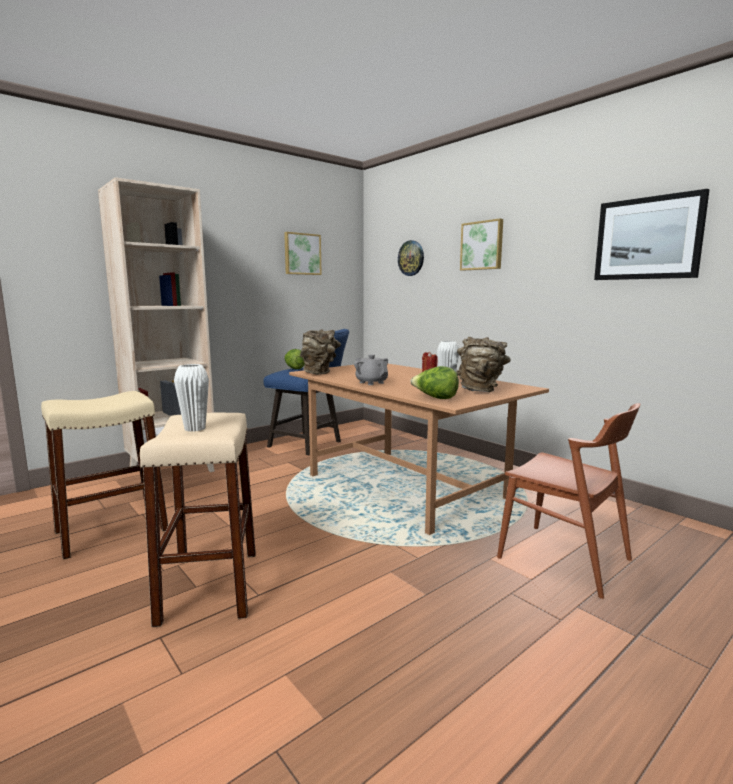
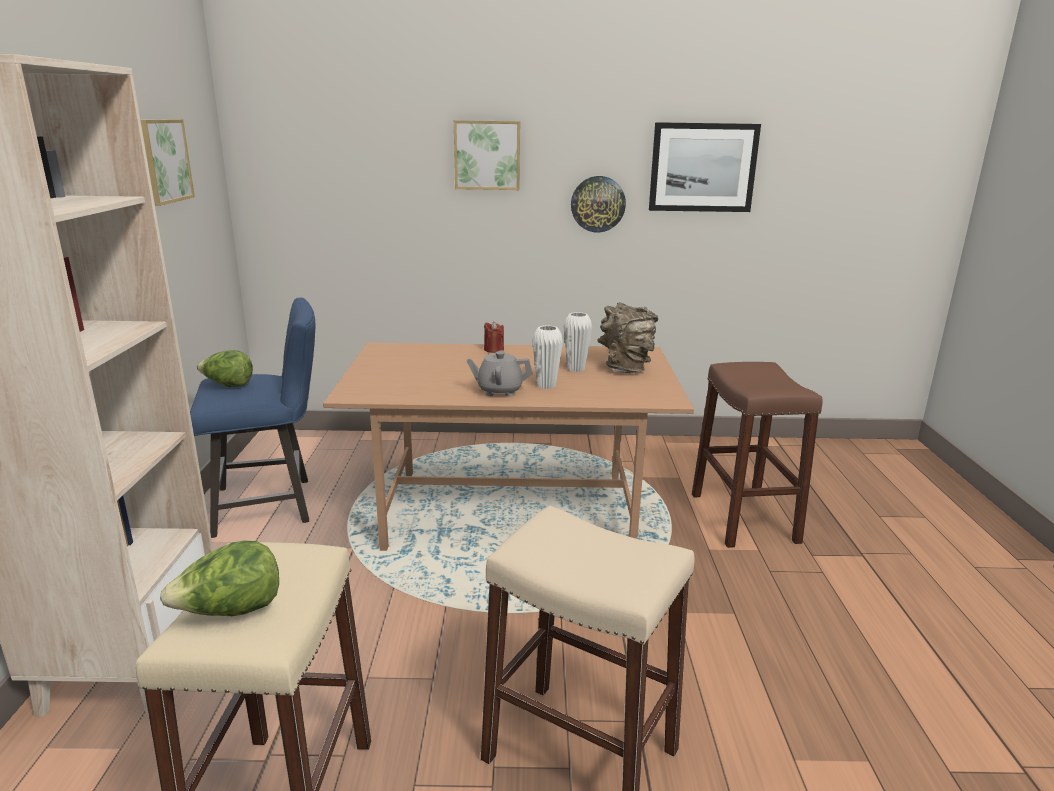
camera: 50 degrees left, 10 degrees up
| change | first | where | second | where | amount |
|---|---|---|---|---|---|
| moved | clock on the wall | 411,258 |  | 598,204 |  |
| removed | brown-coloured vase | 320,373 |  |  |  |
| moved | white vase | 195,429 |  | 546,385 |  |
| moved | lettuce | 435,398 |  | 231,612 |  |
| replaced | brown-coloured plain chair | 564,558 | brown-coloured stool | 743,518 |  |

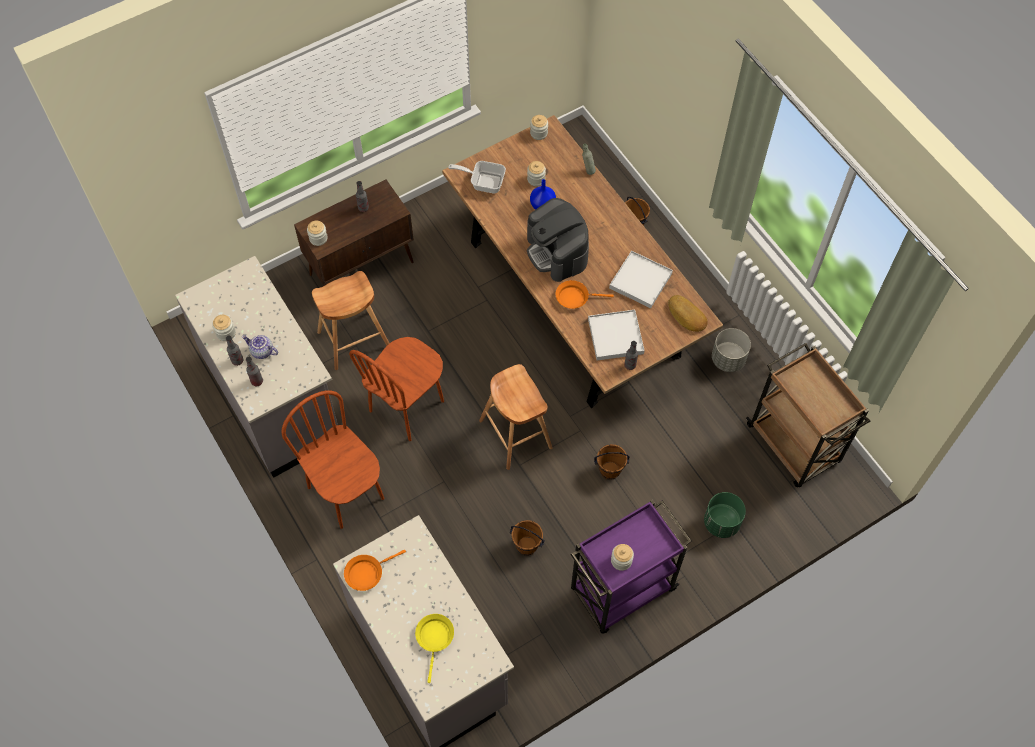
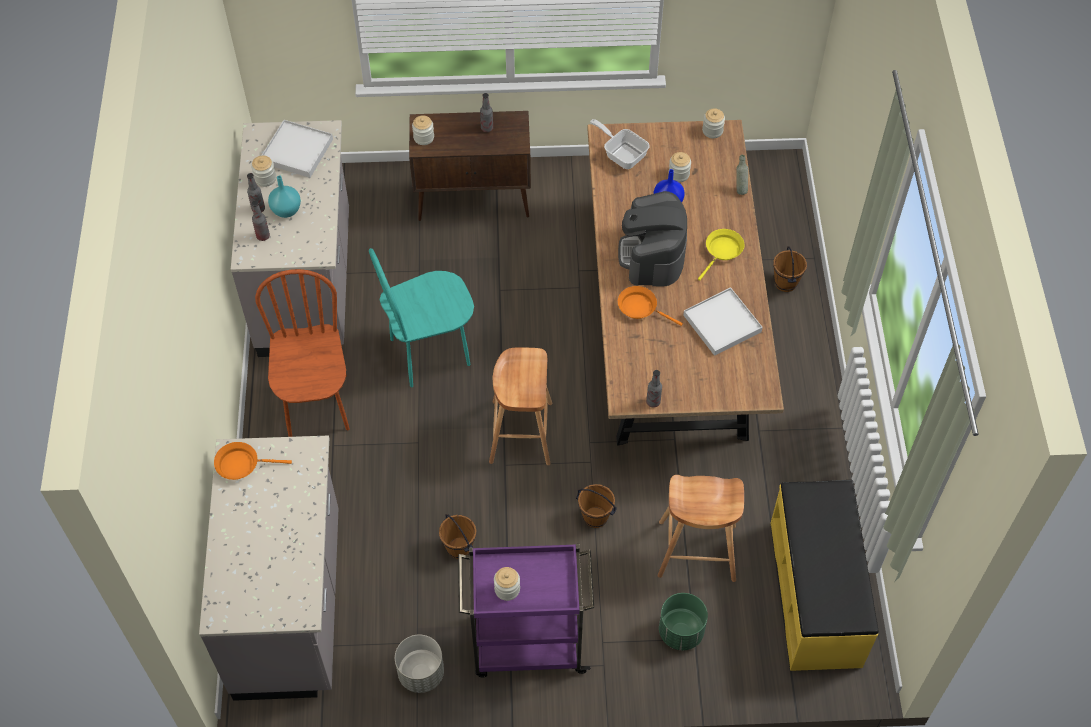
camera: 30 degrees right, 5 degrees down
| change | first | where | second | where | amount |
|---|---|---|---|---|---|
| moved | brown-coloured stool | 354,339 |  | 697,551 |  |
| removed | bakery bread | 686,316 |  |  |  |
| moved | white tray | 615,336 |  | 297,151 |  |
| moved | greyish planter | 728,359 |  | 421,673 |  |
| replaced | teapot | 261,351 | turquoise-coloured vase | 286,211 |  |
| recoloured | brown-coloured plain chair | 407,406 | turquoise-coloured plain chair | 430,352 |  |
| replaced | brown-coloured wheeled cart | 794,445 | yellow bench | 816,593 |  |
| moved | yellow pan | 435,639 |  | 722,251 |  |

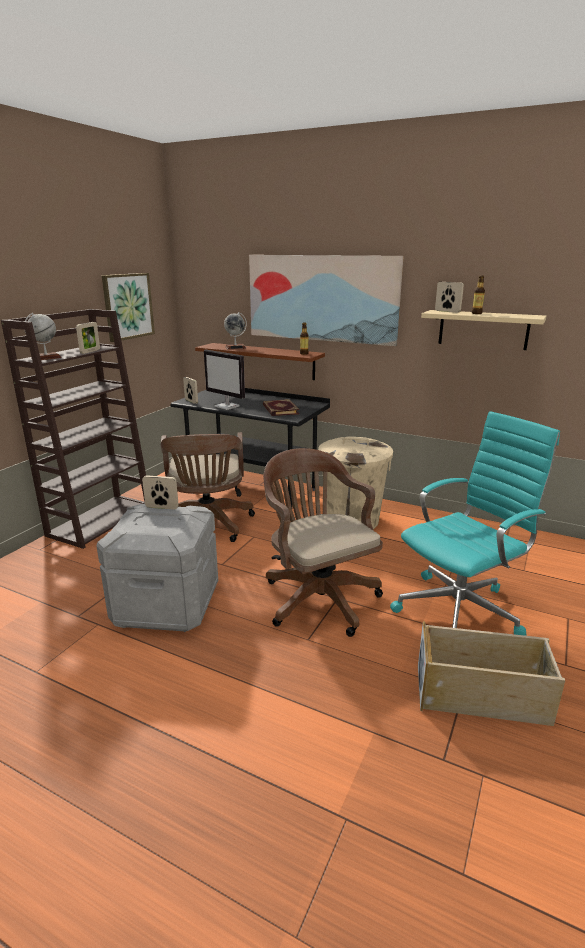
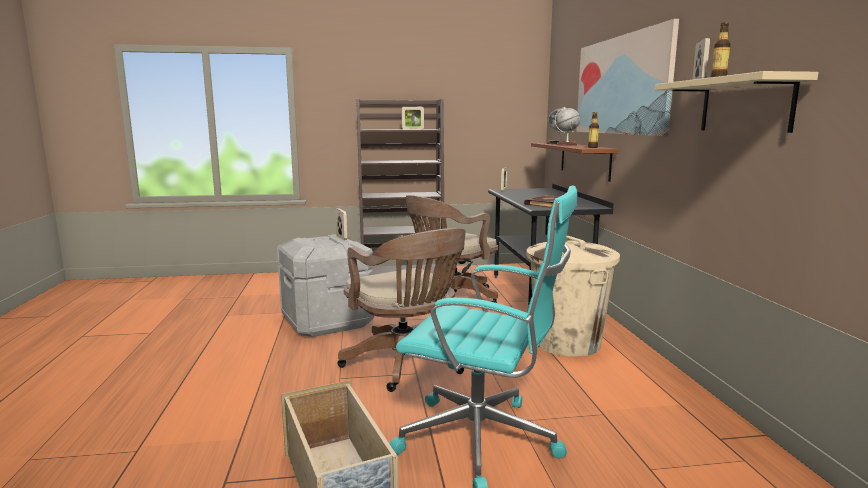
camera: 55 degrees right, 10 degrees down
| change | first | where | second | where | amount |
|---|---|---|---|---|---|
| removed | picture | 128,306 |  |  |  |
| moved | globe | 46,358 |  | 566,145 |  |
| removed | monitor | 227,406 |  |  |  |
| turned | brown-coloured desk chair | 317,596 |  | 407,364 | 120 degrees clockwise |

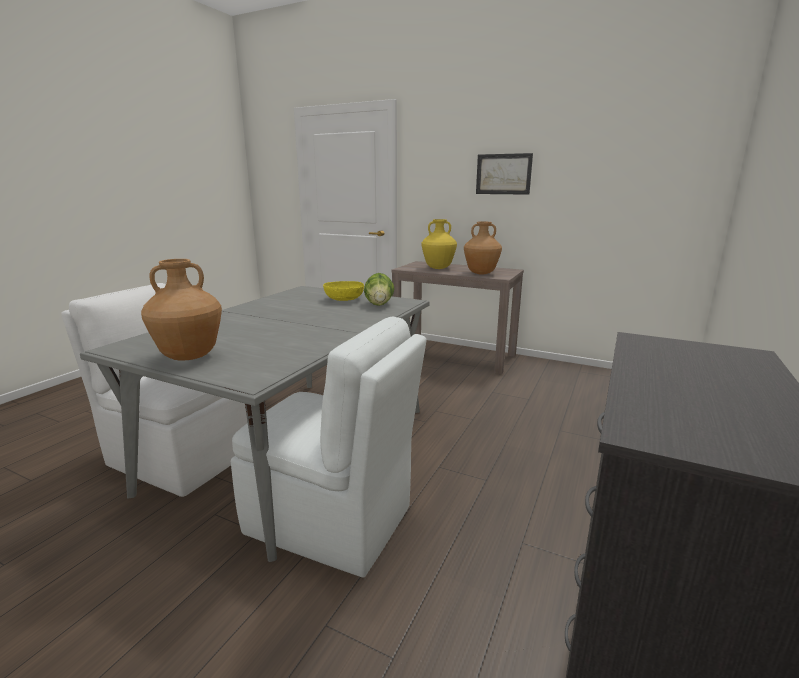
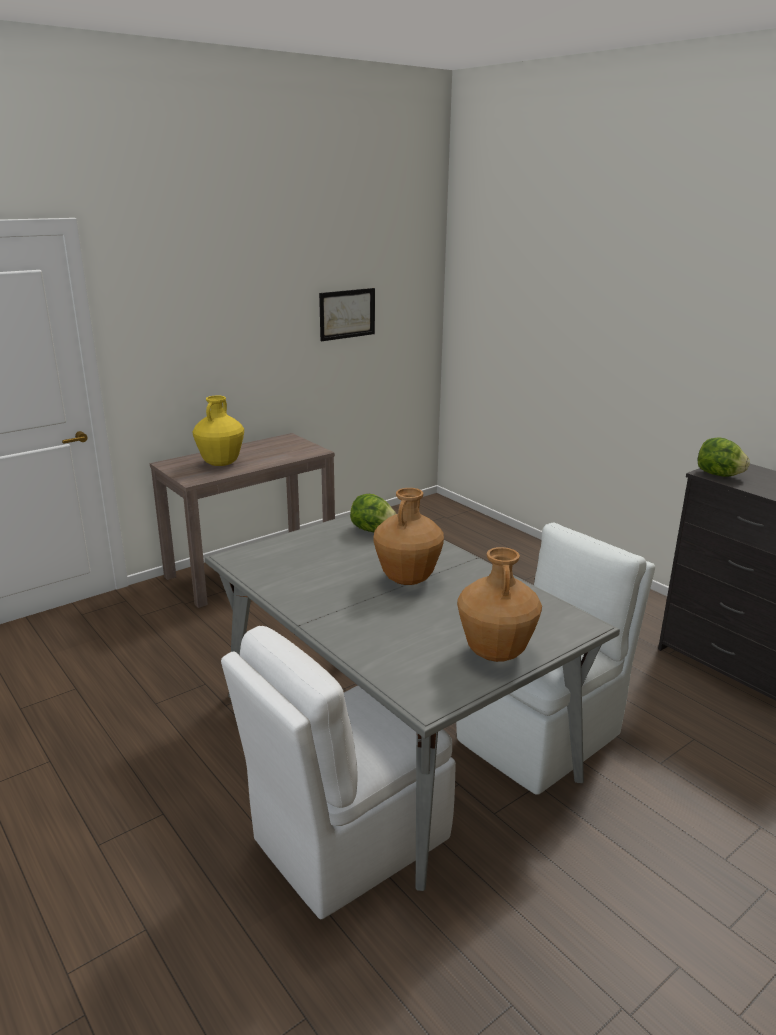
camera: 65 degrees left, 5 degrees up
| change | first | where | second | where | amount |
|---|---|---|---|---|---|
| moved | picture | 503,174 |  | 347,314 |  |
| moved | brown-coloured vase | 480,273 |  | 407,579 |  |
| removed | yellow bowl | 344,299 |  |  |  |
| added |  |  | lettuce | 719,475 |  |

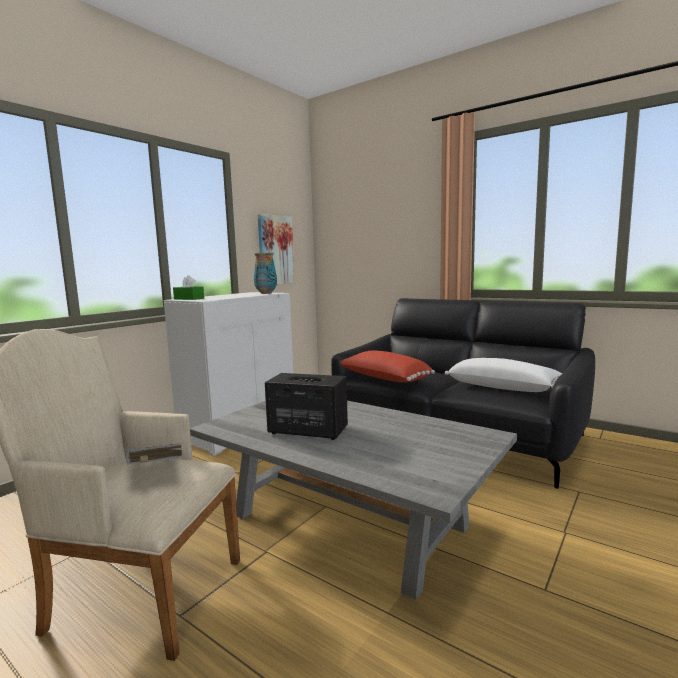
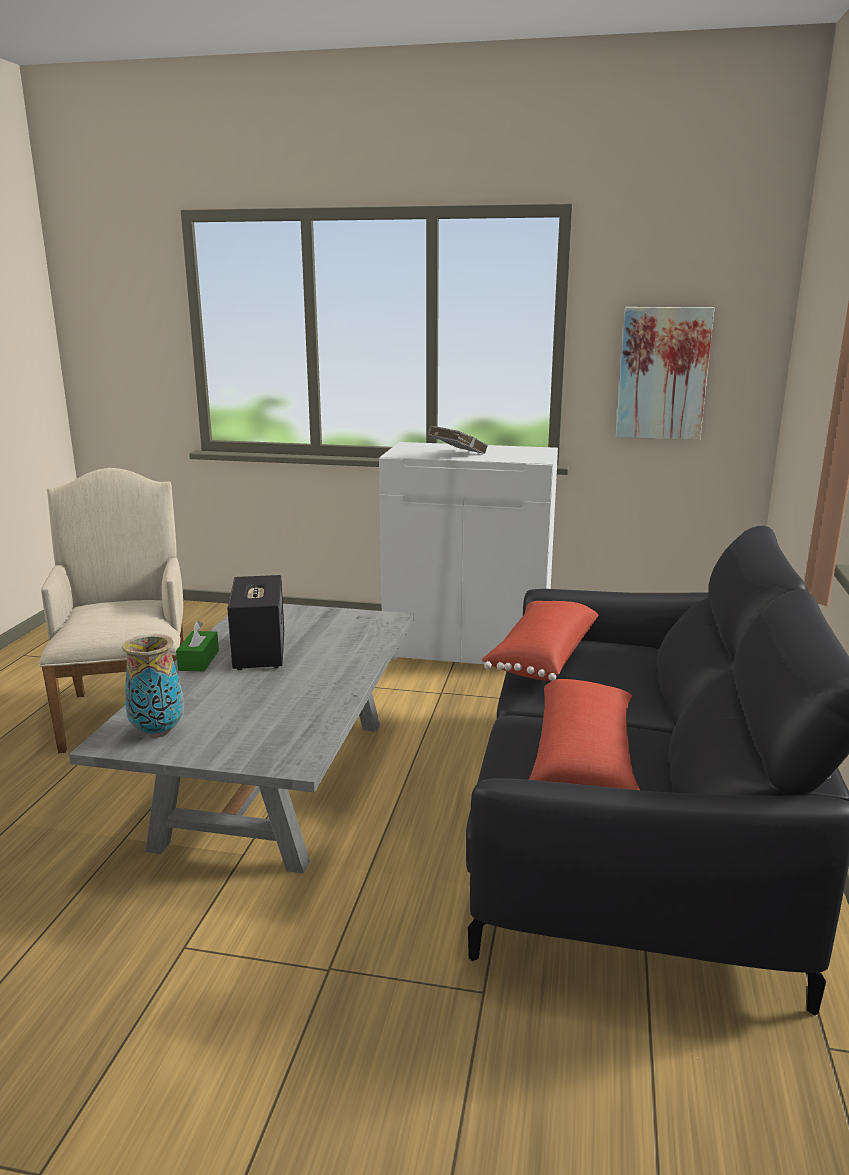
camera: 65 degrees right, 10 degrees up
| change | first | where | second | where | amount |
|---|---|---|---|---|---|
| moved | vase | 266,293 |  | 157,732 |  |
| moved | green tissue box | 189,299 |  | 199,660 |  |
| recoloured | white pillow | 503,387 | red-coloured pillow | 585,763 |  |
| moved | greyish bound book | 155,474 |  | 455,455 |  |

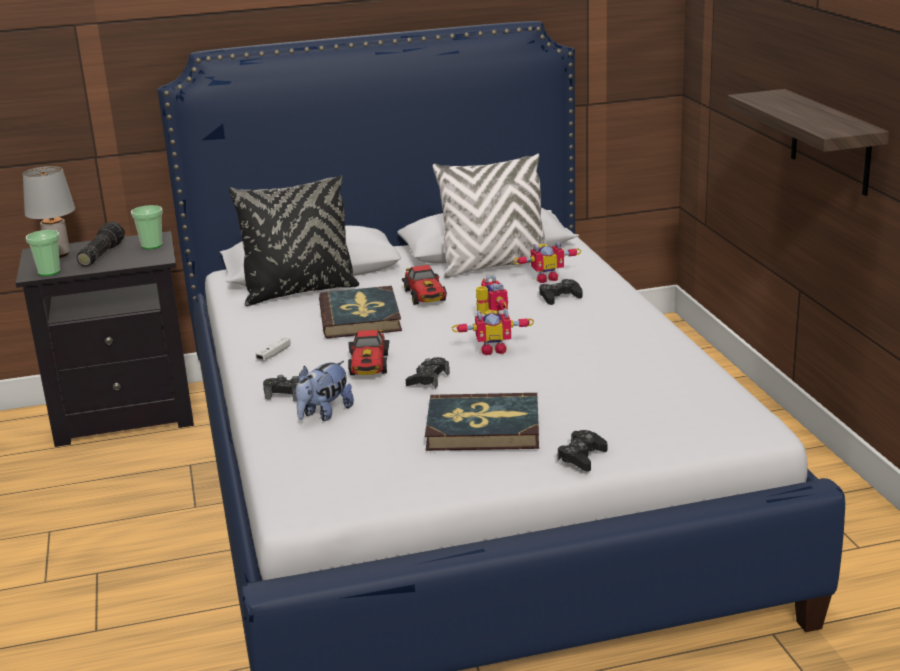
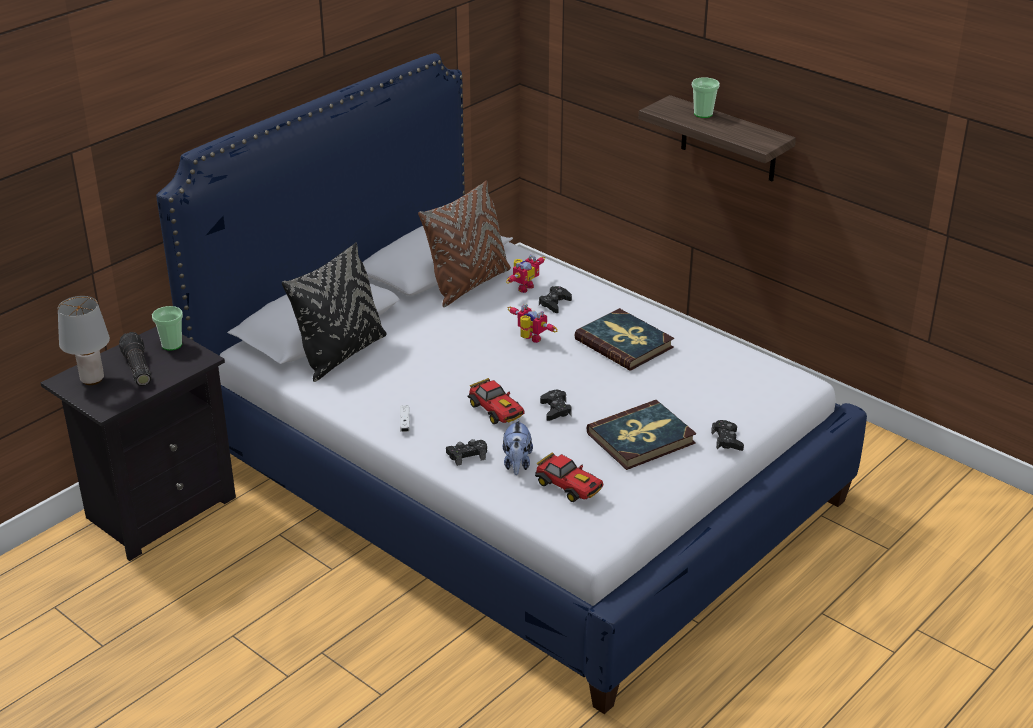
camera: 35 degrees left, 10 degrees up
| change | first | where | second | where | amount |
|---|---|---|---|---|---|
| recoloured | white pillow | 494,266 | brown-coloured pillow | 468,284 |  |
| moved | cup | 49,272 |  | 703,114 |  |
| moved | toy car | 425,297 |  | 569,487 |  |
| moved | bound book | 360,317 |  | 624,343 |  |
| removed | toy robot | 493,349 |  |  |  |

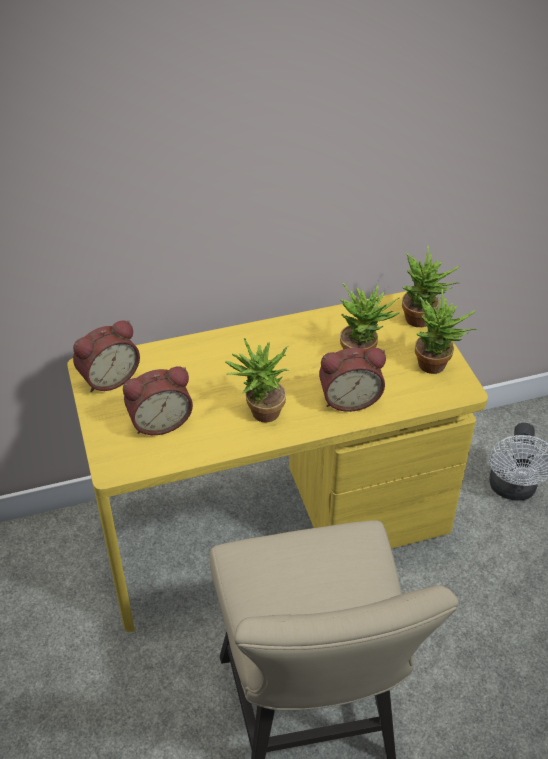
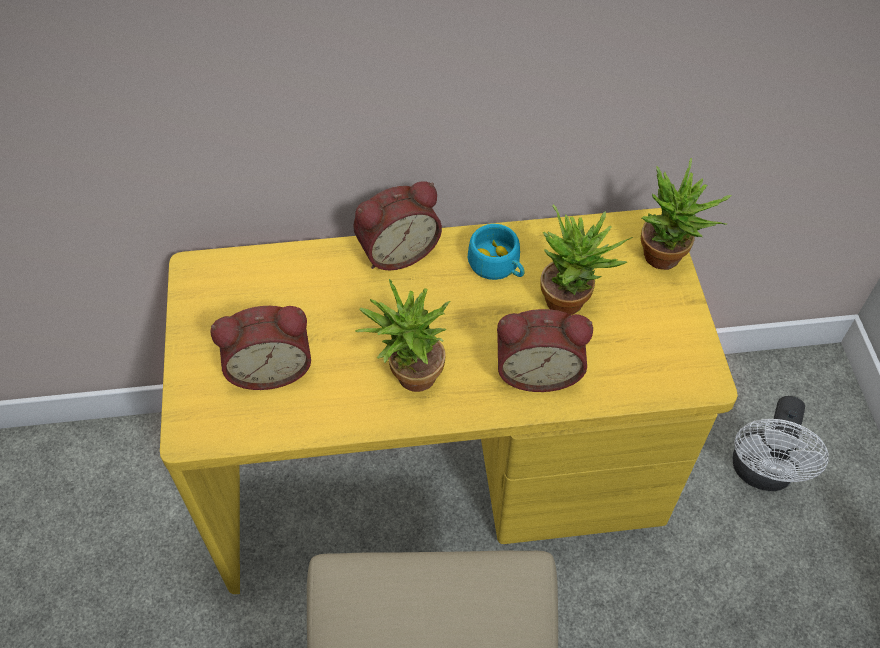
camera: 10 degrees right, 10 degrees up
| change | first | where | second | where | amount |
|---|---|---|---|---|---|
| removed | plant in a pot | 437,367 |  |  |  |
| moved | table clock | 108,377 |  | 397,250 |  |
| added |  |  | turquoise-coloured cup | 498,266 |  |

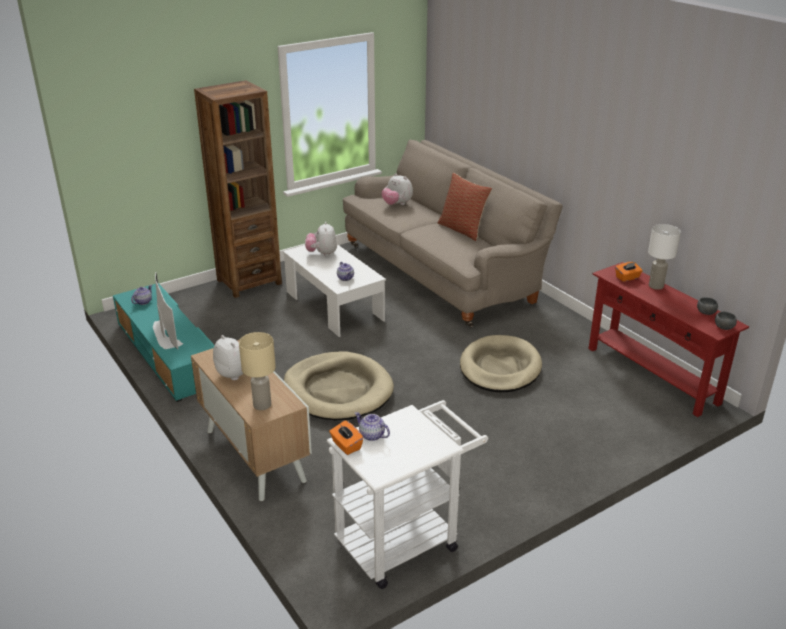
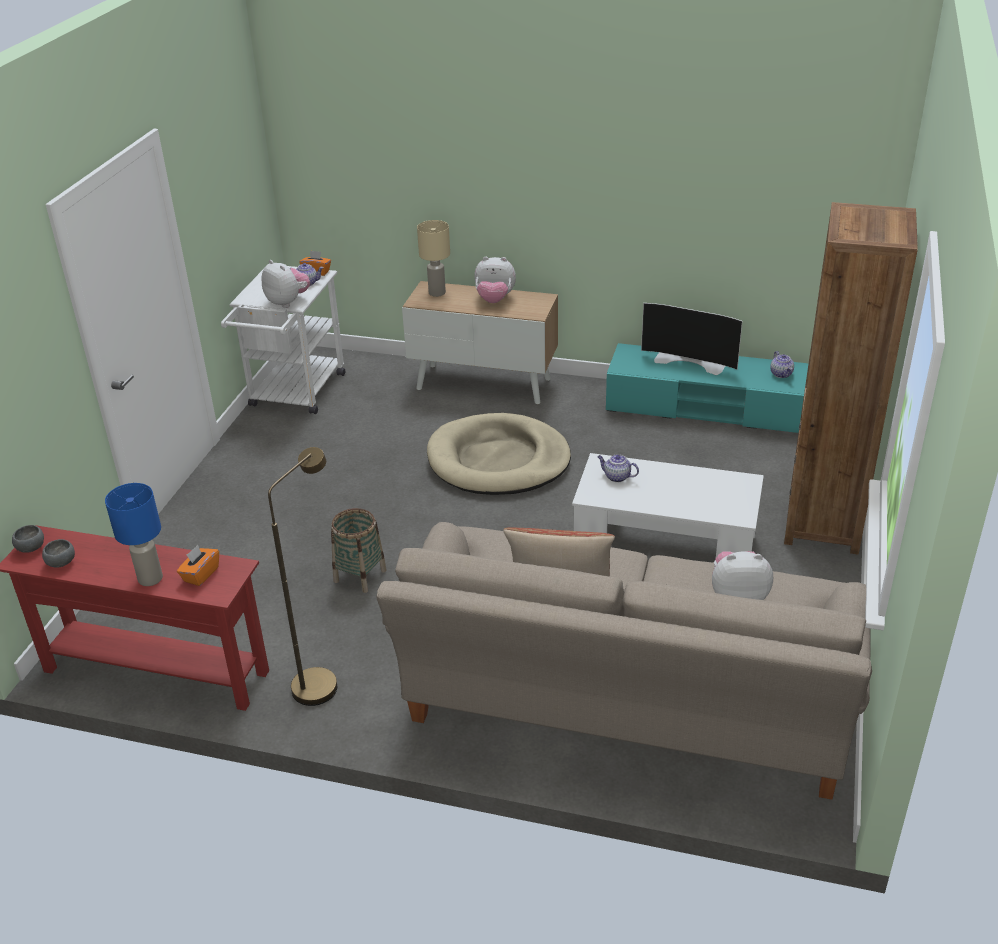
camera: 140 degrees right, 5 degrees up
| change | first | where | second | where | amount |
|---|---|---|---|---|---|
| moved | plush toy | 322,254 |  | 288,302 |  |
| recoloured | white tabletop lamp | 656,286 | blue-coloured tabletop lamp | 150,578 |  |
| replaced | beige-coloured dog bed | 500,368 | storage basket | 360,576 |  |
| added |  |  | brown-coloured standard lamp | 321,679 |  |

